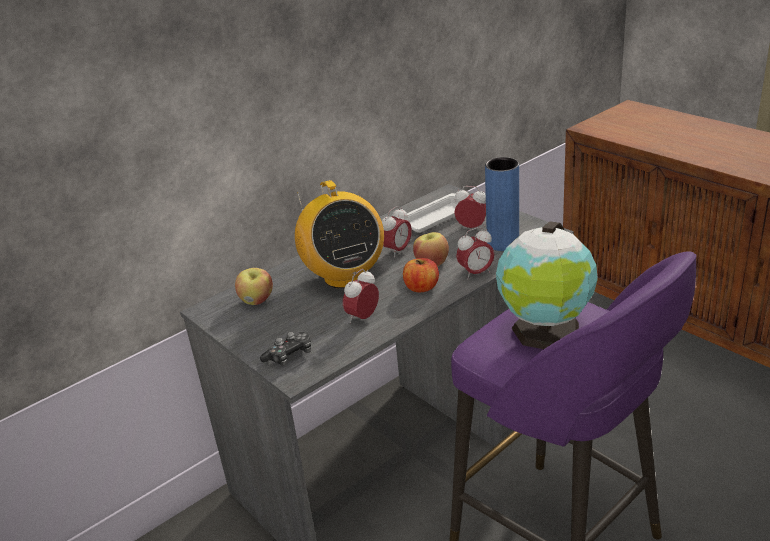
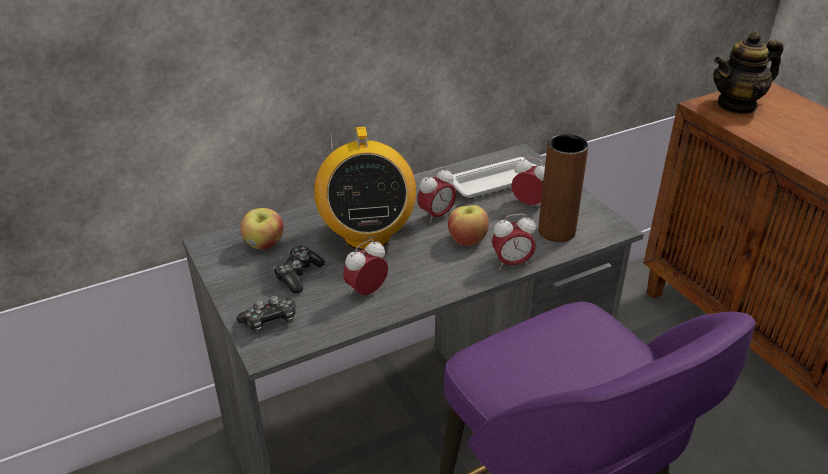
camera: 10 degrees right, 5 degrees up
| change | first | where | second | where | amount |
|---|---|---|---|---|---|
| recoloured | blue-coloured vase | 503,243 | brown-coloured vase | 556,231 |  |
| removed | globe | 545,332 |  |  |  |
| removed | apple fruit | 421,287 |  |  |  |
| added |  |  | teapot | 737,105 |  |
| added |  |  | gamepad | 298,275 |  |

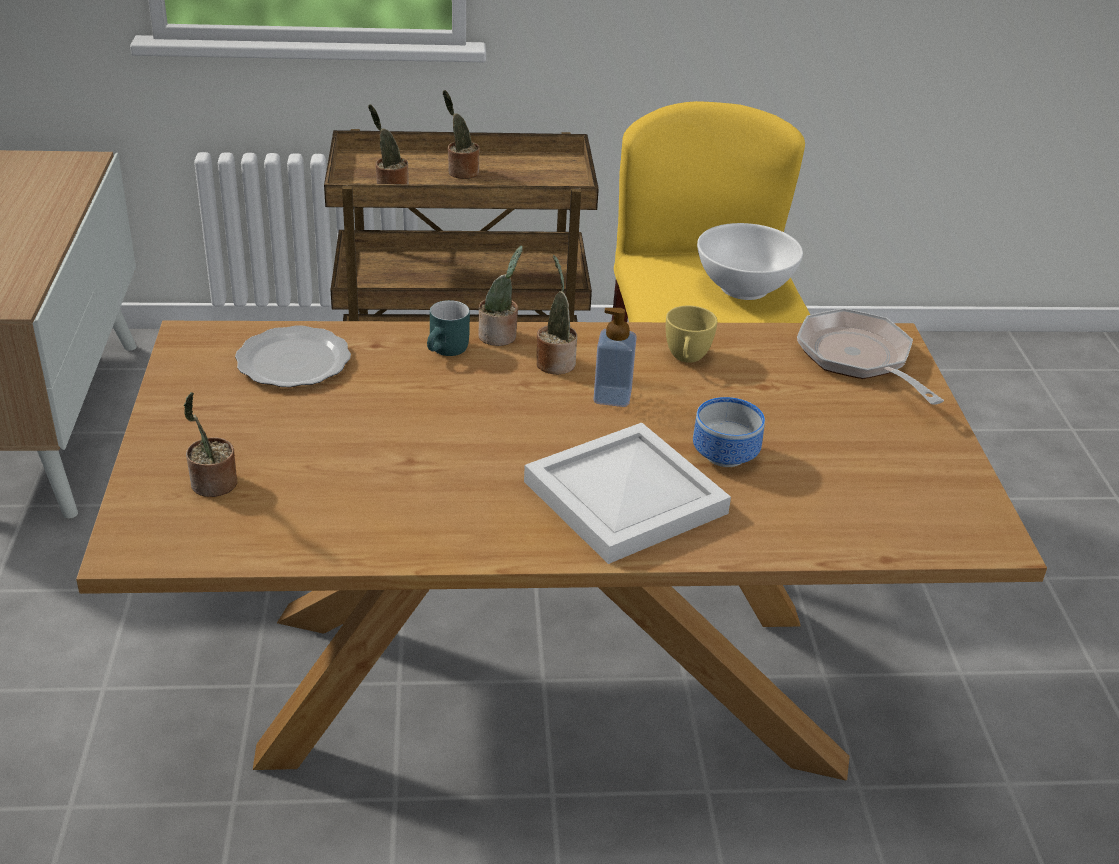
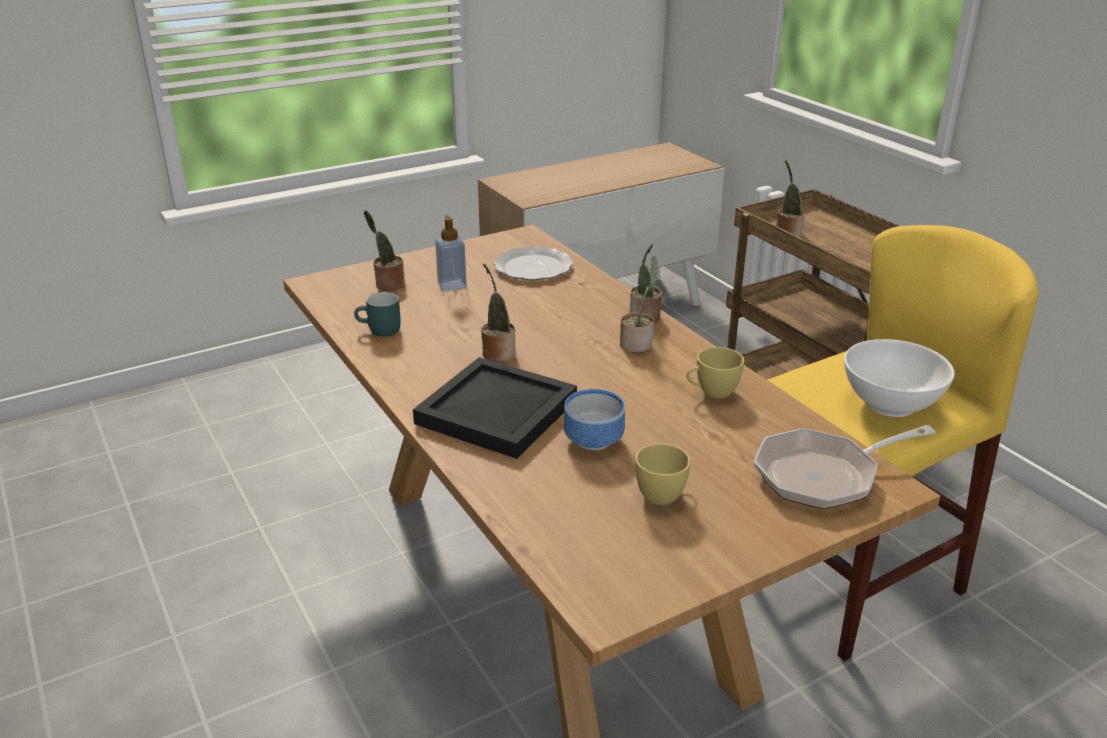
camera: 65 degrees right, 5 degrees down
| change | first | where | second | where | amount |
|---|---|---|---|---|---|
| moved | plant in a pot | 461,172 |  | 497,353 |  |
| moved | turquoise-coloured tea mug | 448,351 |  | 379,331 |  |
| moved | liquid soap bottle | 612,397 |  | 452,286 |  |
| turned | pan | 859,359 |  | 824,475 | 150 degrees counterclockwise |
| recoloured | white tray | 624,499 | black tray | 494,412 |  |
| added |  |  | yellow cup | 664,493 |  |

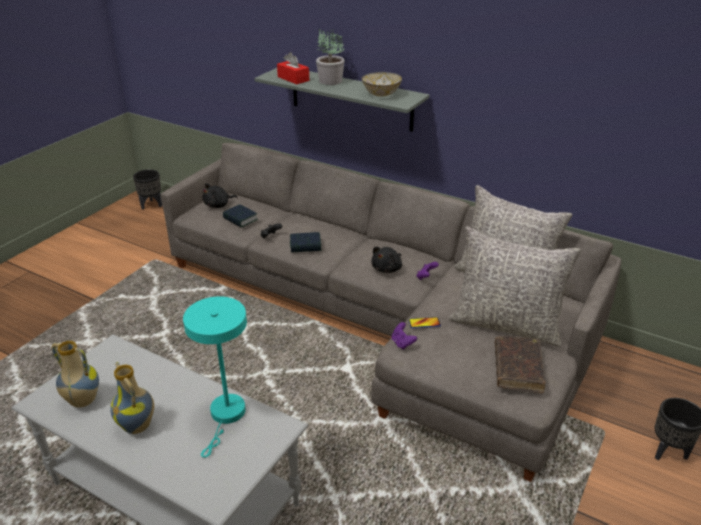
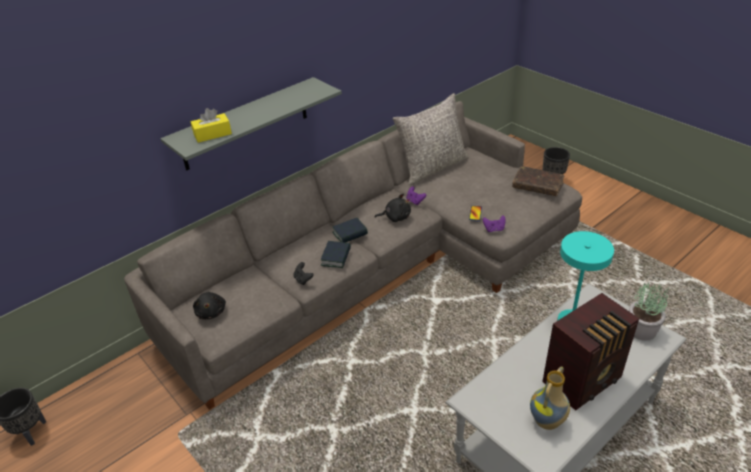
camera: 70 degrees left, 5 degrees up
| change | first | where | second | where | amount |
|---|---|---|---|---|---|
| moved | plant in a pot | 330,81 |  | 642,330 |  |
| recoloured | red-coloured tissue box | 293,79 | yellow tissue box | 212,134 |  |
| removed | bowl | 380,94 |  |  |  |
| moved | bound book | 240,219 |  | 350,233 |  |
| removed | greyish pillow | 506,324 |  |  |  |
| turned | black plush toy | 387,268 |  | 395,217 | 60 degrees counterclockwise |
| replaced | vase | 138,426 | radio receiver | 584,380 |  |

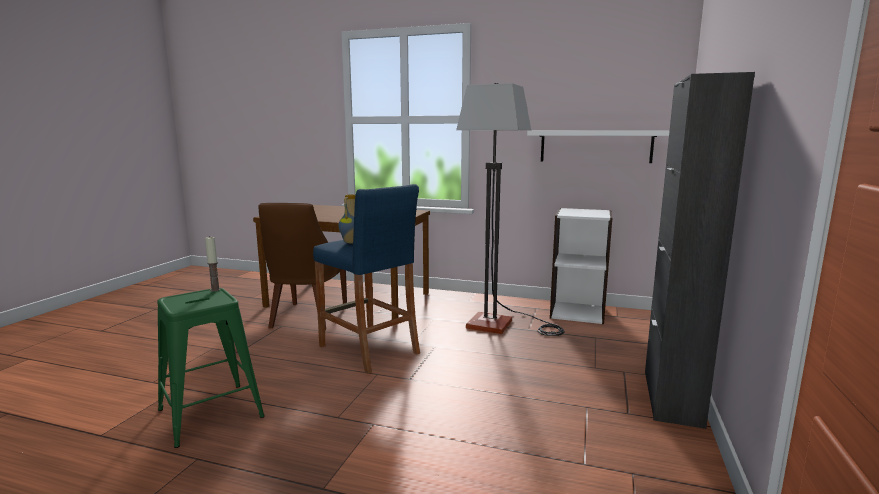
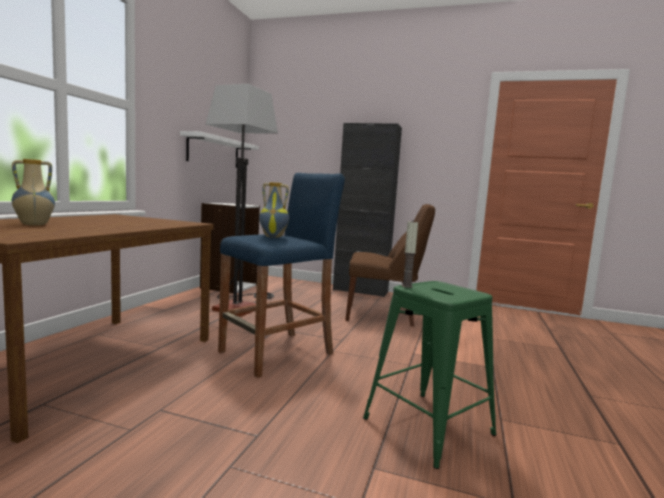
camera: 90 degrees left, 5 degrees down
| change | first | where | second | where | amount |
|---|---|---|---|---|---|
| moved | brown-coloured plain chair | 307,318 |  | 383,316 |  |
| added |  |  | vase | 34,224 |  |

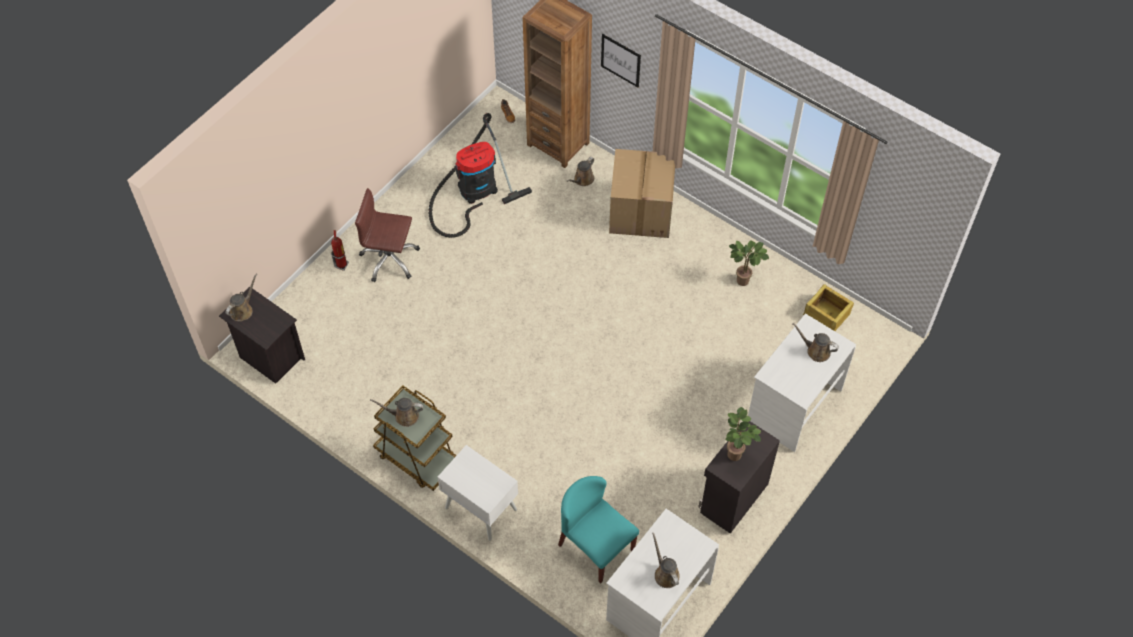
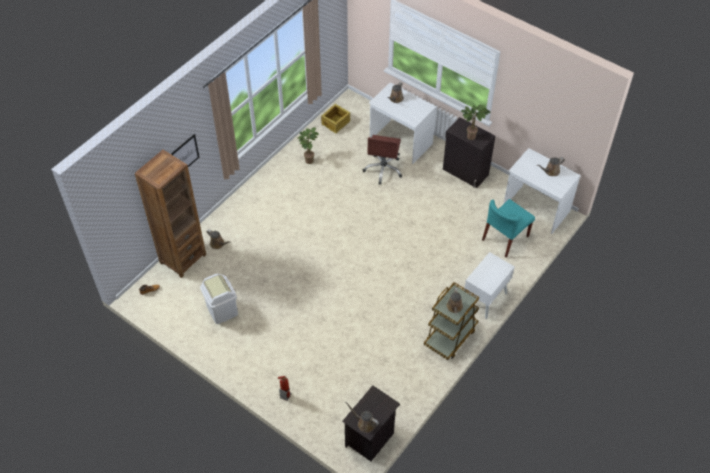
camera: 90 degrees left, 5 degrees down
| change | first | where | second | where | amount |
|---|---|---|---|---|---|
| replaced | vacuum | 474,191 | white waste bin | 222,310 |  |
| removed | packing box | 641,212 |  |  |  |
| moved | brown-coloured desk chair | 389,259 |  | 383,169 |  |

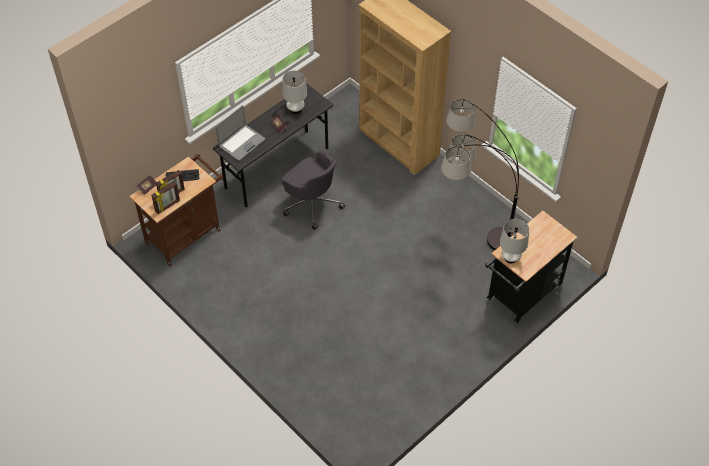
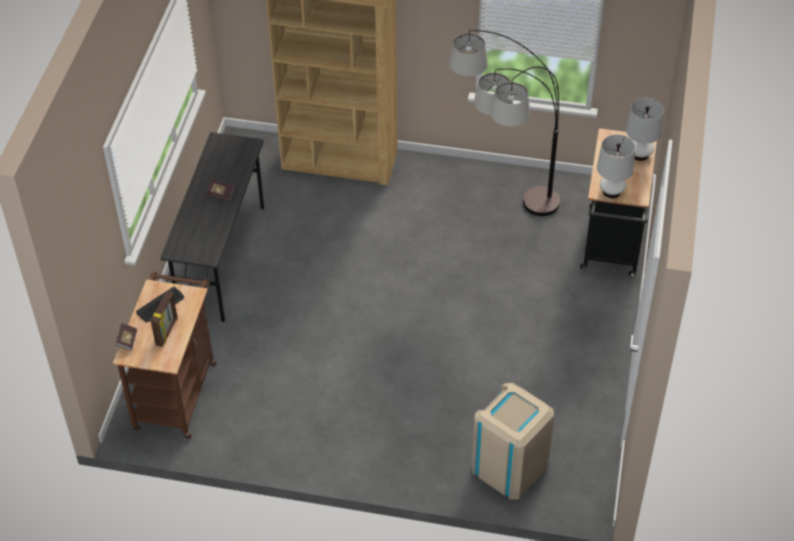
camera: 35 degrees left, 5 degrees down
| change | first | where | second | where | amount |
|---|---|---|---|---|---|
| moved | white tabletop lamp | 295,109 |  | 640,154 |  |
| removed | notebook computer | 241,142 |  |  |  |
| removed | greyish desk chair | 311,203 |  |  |  |
| removed | photo frame | 168,206 |  |  |  |
| added |  |  | beige-coloured waste bin | 509,467 |  |

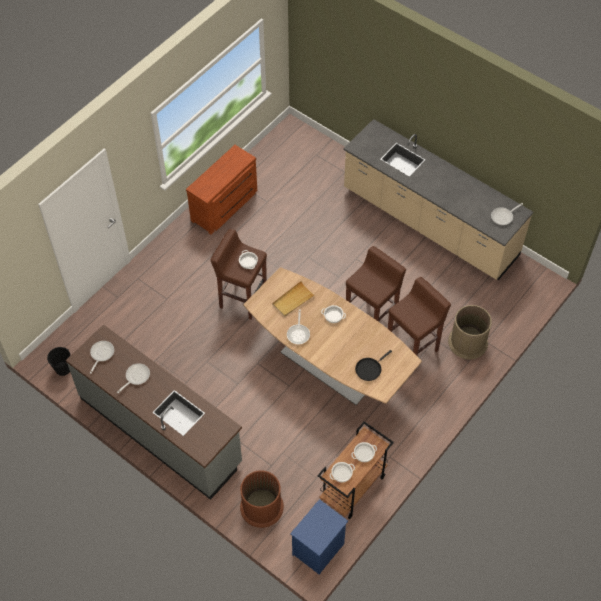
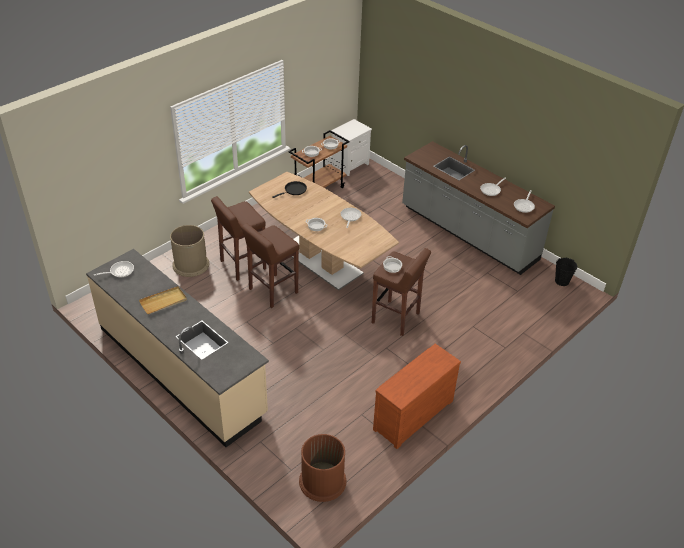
camera: 175 degrees left, 15 degrees down
| change | first | where | second | where | amount |
|---|---|---|---|---|---|
| moved | beige-coloured tray | 293,300 |  | 163,301 |  |
| moved | brown-coloured waste bin | 261,506 |  | 322,481 |  |
| recoloured | blue-coloured nightstand | 318,550 | white nightstand | 350,165 |  |

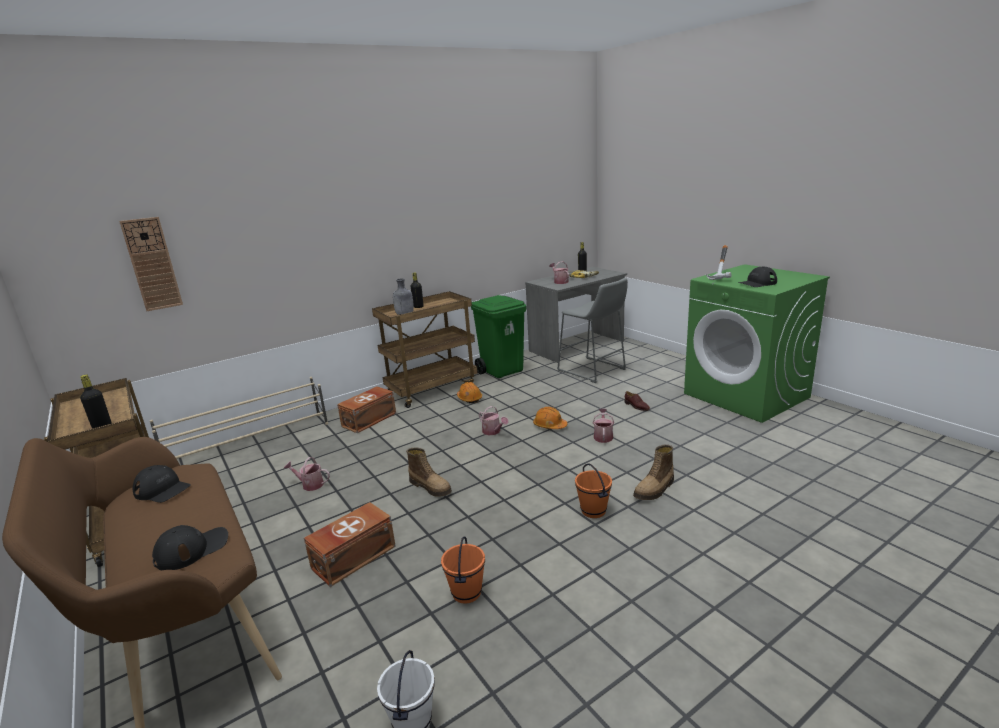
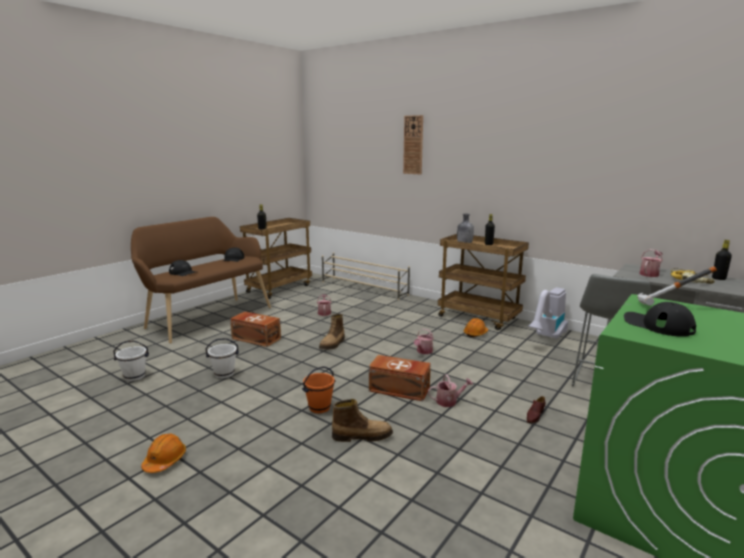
camera: 70 degrees right, 5 degrees down
| change | first | where | second | where | amount |
|---|---|---|---|---|---|
| moved | clock on the wall | 152,264 |  | 413,145 |  |
| replaced | green waste bin | 502,371 | vacuum | 547,337 |  |
| moved | brown-coloured storage container | 370,419 |  | 400,390 |  |
| moved | orange-coloured safety helmet | 549,425 |  | 165,461 |  |
| turned | boot | 655,489 |  | 362,436 | 150 degrees clockwise |
| recoloured | orange-coloured water bucket | 466,593 | white water bucket | 224,374 |  |

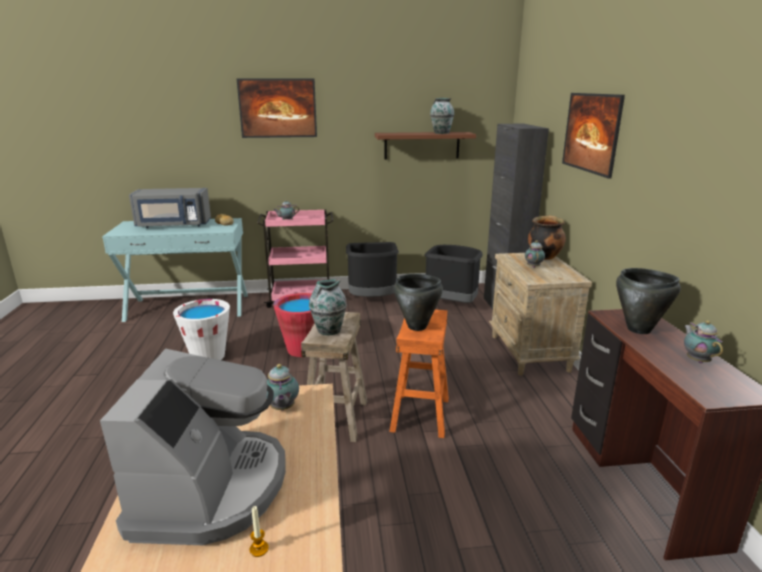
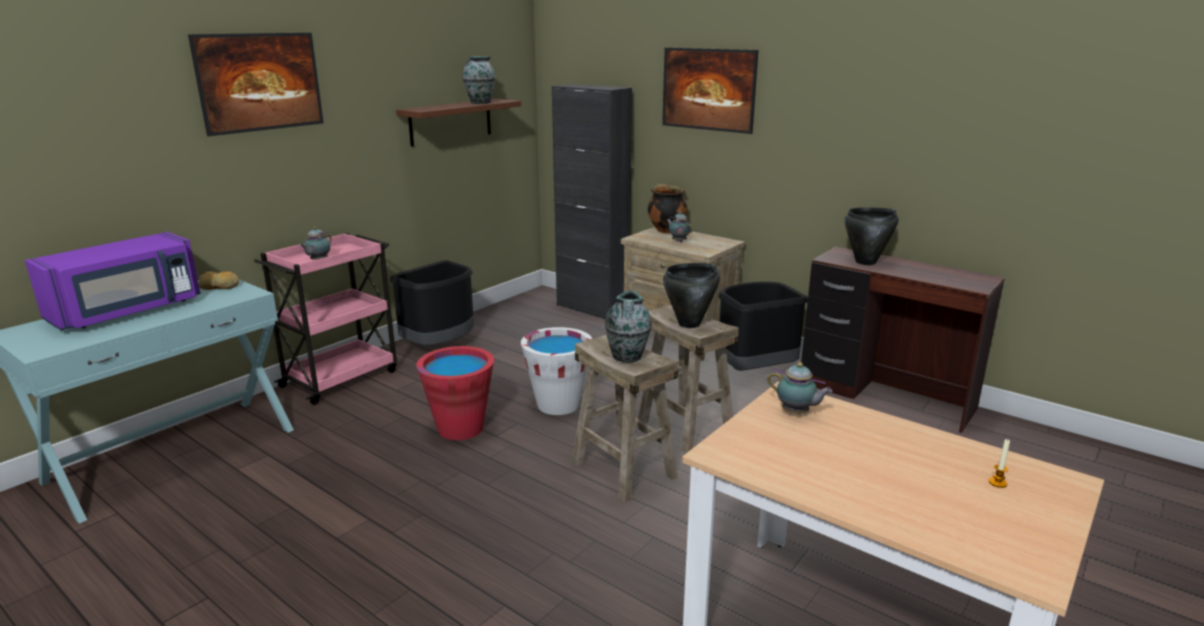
camera: 45 degrees left, 0 degrees up
| change | first | where | second | where | amount |
|---|---|---|---|---|---|
| recoloured | greyish kitchen microwave | 173,225 | purple kitchen microwave | 128,311 |  |
| moved | black waste bin | 451,304 |  | 754,372 |  |
| moved | white water bucket | 208,356 |  | 558,404 |  |
| recoloured | orange-coloured stool | 419,414 | beige-coloured stool | 684,427 |  |
| removed | teapot | 697,360 |  |  |  |
| removed | coffee maker | 211,488 |  |  |  |

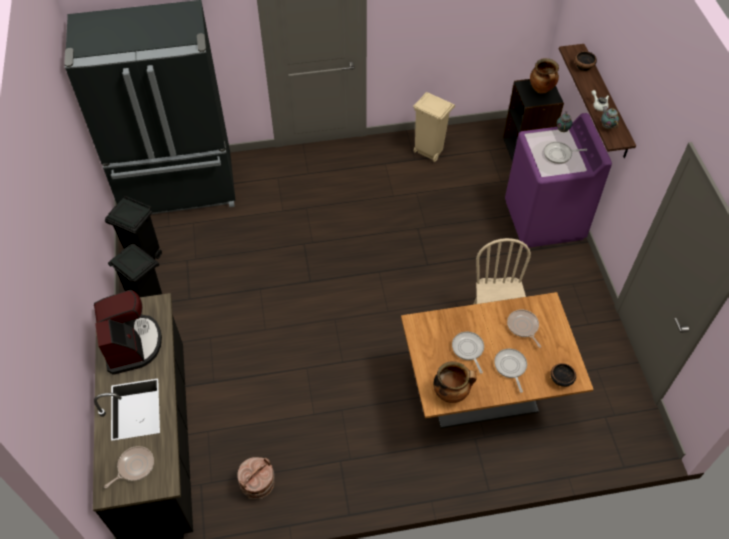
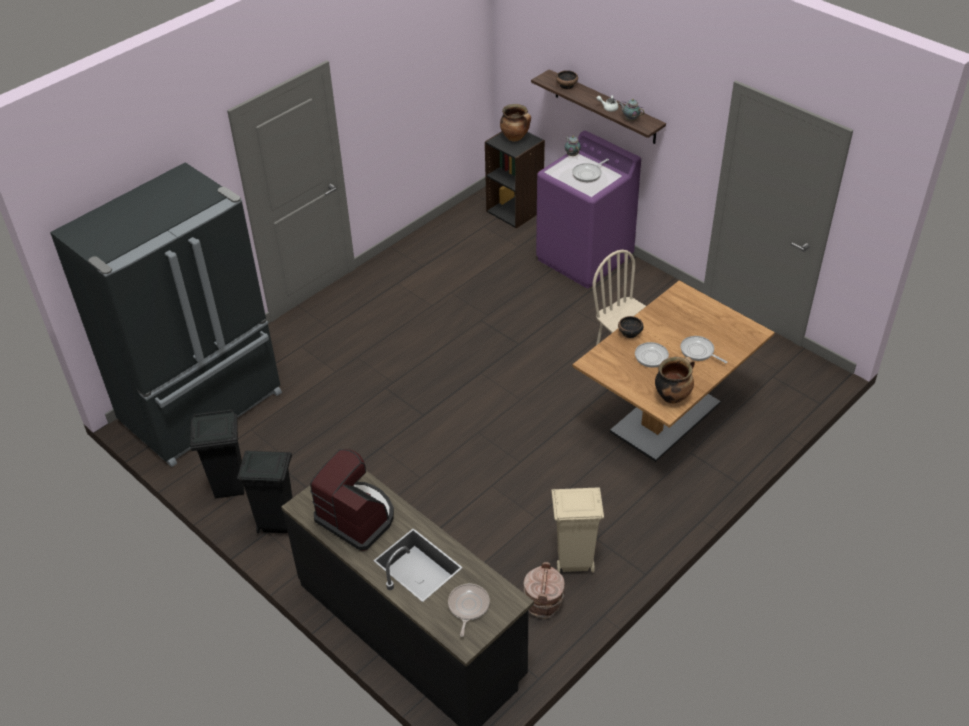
camera: 35 degrees left, 10 degrees down
| change | first | where | second | where | amount |
|---|---|---|---|---|---|
| moved | beige-coloured waste bin | 428,152 |  | 573,562 |  |
| removed | pan | 523,327 |  |  |  |
| moved | bowl | 561,379 |  | 629,333 |  |

